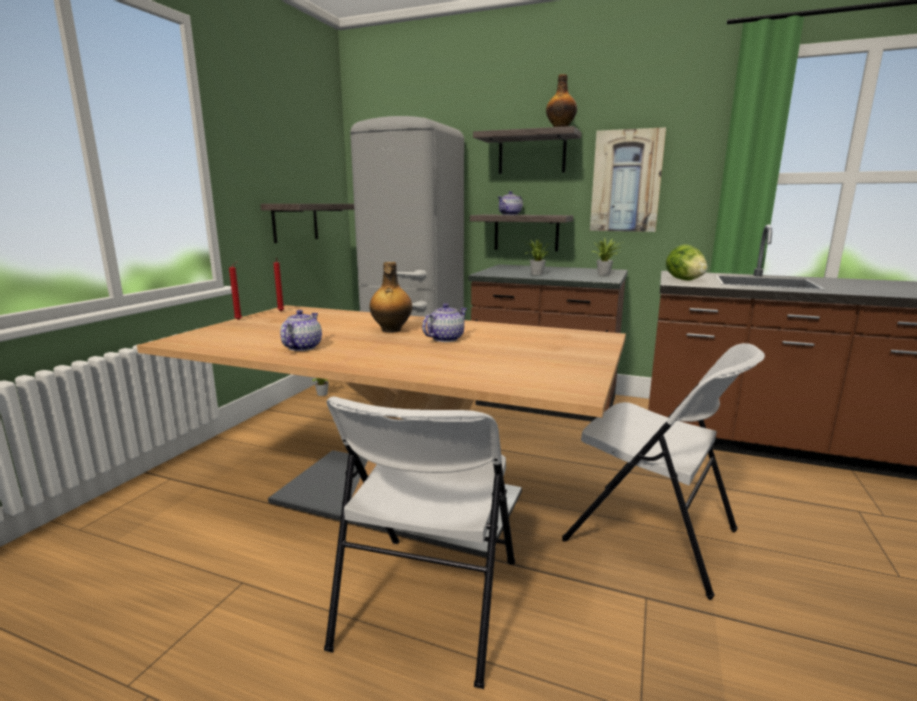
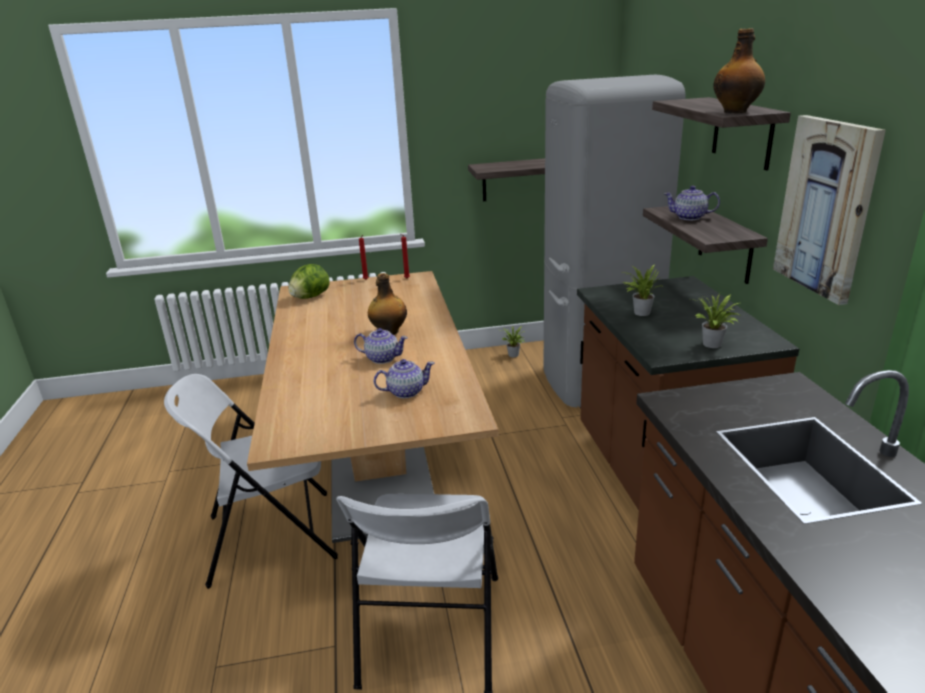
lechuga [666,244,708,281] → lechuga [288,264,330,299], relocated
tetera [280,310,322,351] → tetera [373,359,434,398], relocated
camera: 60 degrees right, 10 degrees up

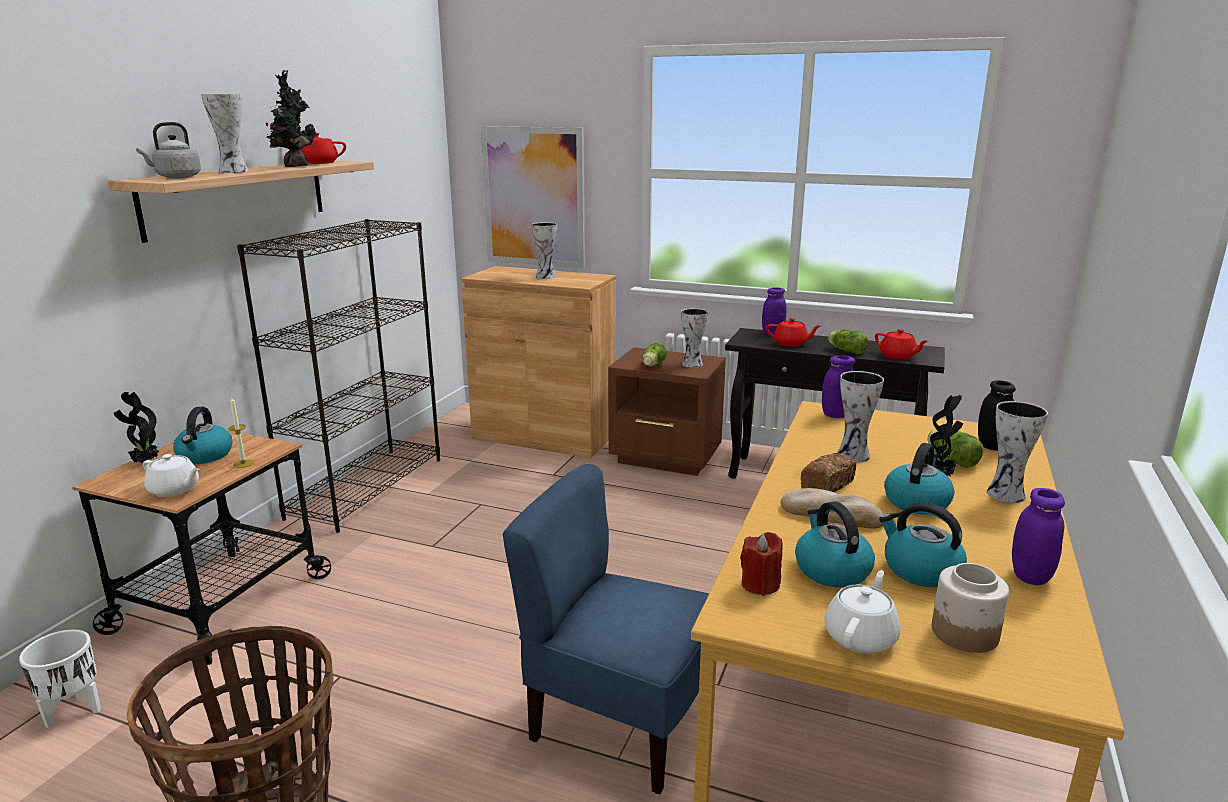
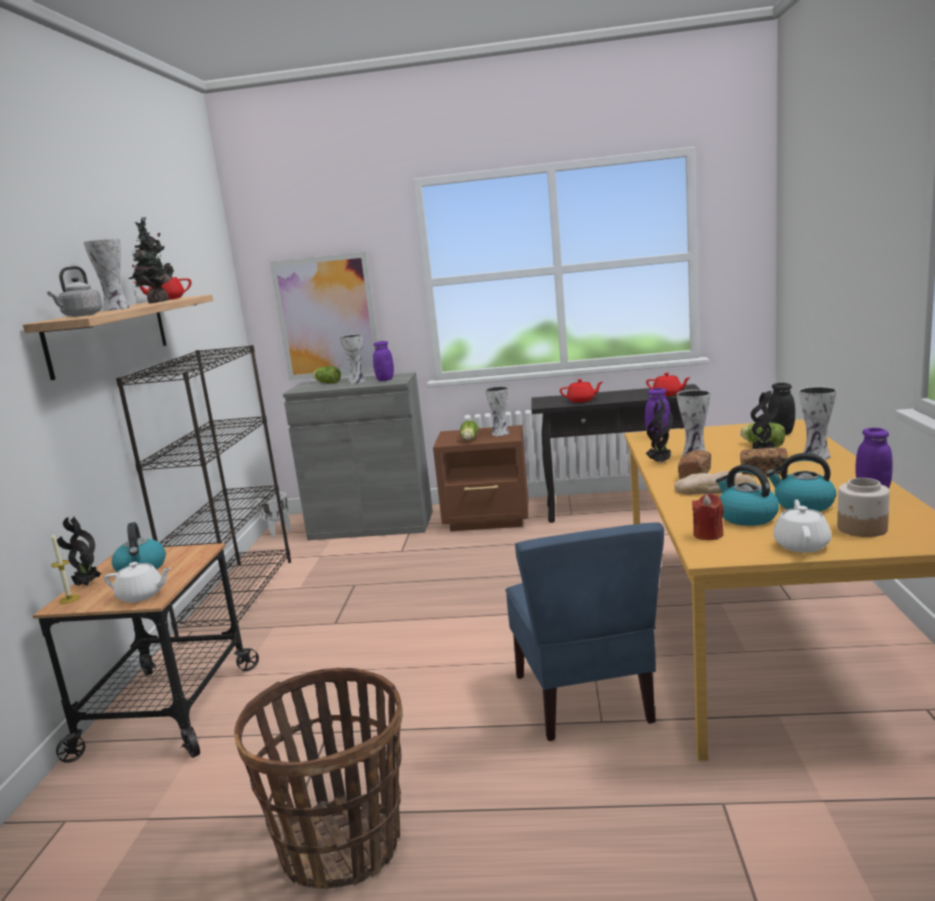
armario (marrón) [461,266,616,458] → armario (gris) [283,372,433,540]
tarro (morado) [762,288,787,335] → tarro (morado) [373,341,394,381], relocated
lechuga [828,329,868,354] → lechuga [313,366,341,384], relocated
vela [228,396,254,468] → vela [51,533,80,604], relocated
hervidor [884,443,954,515] → pan [740,447,788,475]
silla (azul) [503,464,709,794] → silla (azul) [505,523,664,741], 105 degrees counterclockwise
maceta (blanco) [19,629,101,729] → maceta (blanco) [257,492,291,537], relocated
- → planta en maceta [646,398,673,463]
camera: 15 degrees left, 5 degrees down

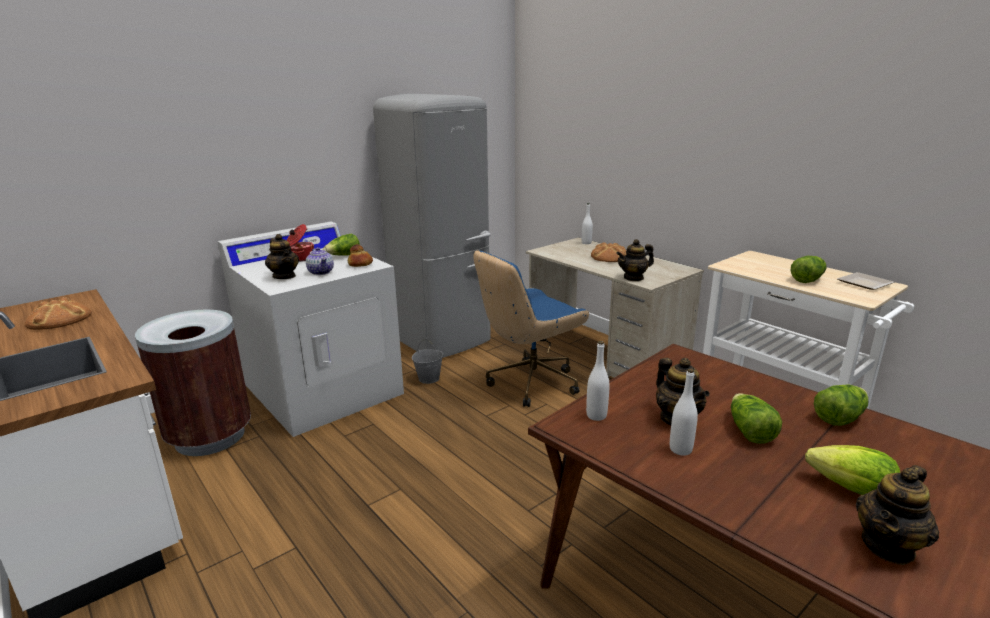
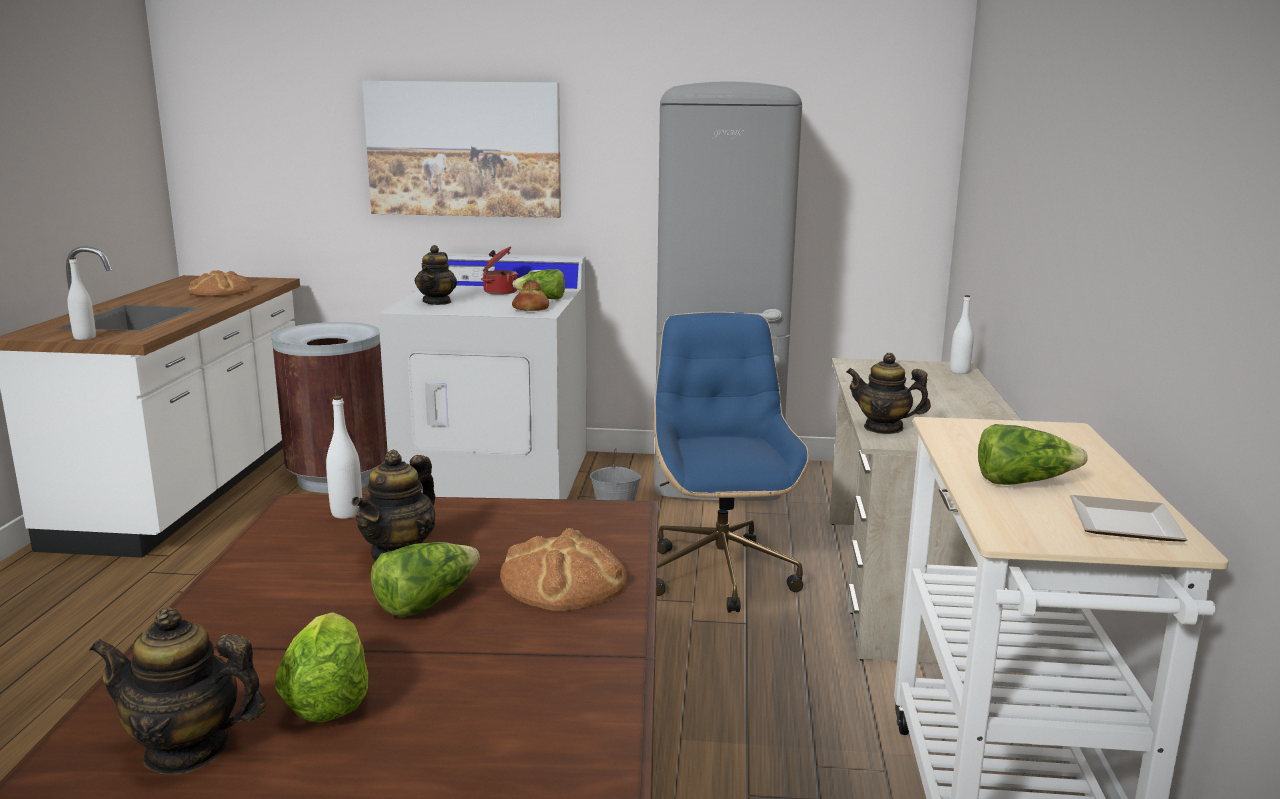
pan [591,242,626,262] → pan [500,528,626,611], relocated
tetera [306,247,334,275] → -
silla de oficina (azul) [473,250,589,407] → silla de oficina (azul) [654,312,809,613], 75 degrees clockwise
botella (blanco) [670,369,698,456] → botella (blanco) [68,257,96,340], relocated
lechuga [814,385,868,426] → -
- → cuadro [362,81,561,218]
camera: 45 degrees right, 5 degrees down

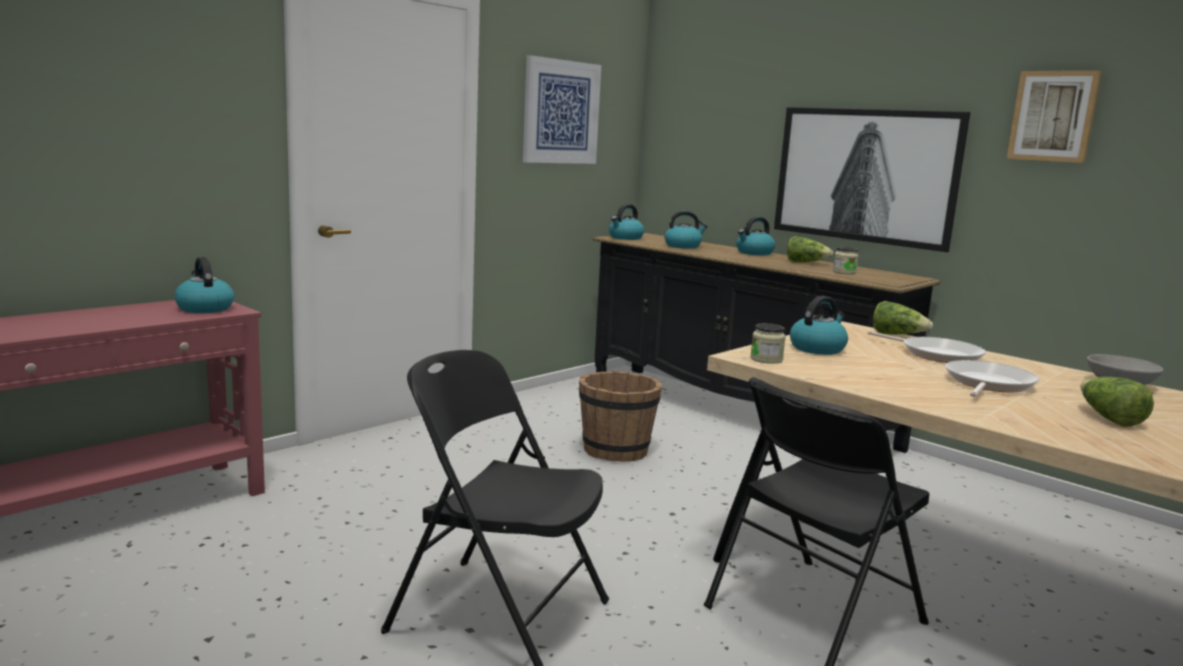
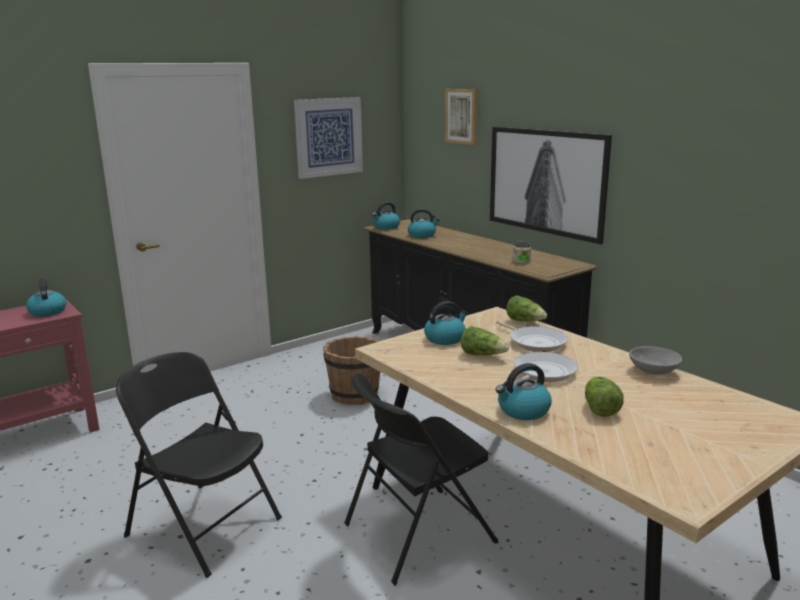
cuadro [1007,71,1102,163] → cuadro [445,89,478,145], relocated
hervidor [736,217,775,255] → hervidor [495,363,551,420], relocated
lechuga [787,236,833,262] → lechuga [461,326,509,355], relocated
tarro [750,323,786,364] → -
camera: 10 degrees right, 5 degrees up

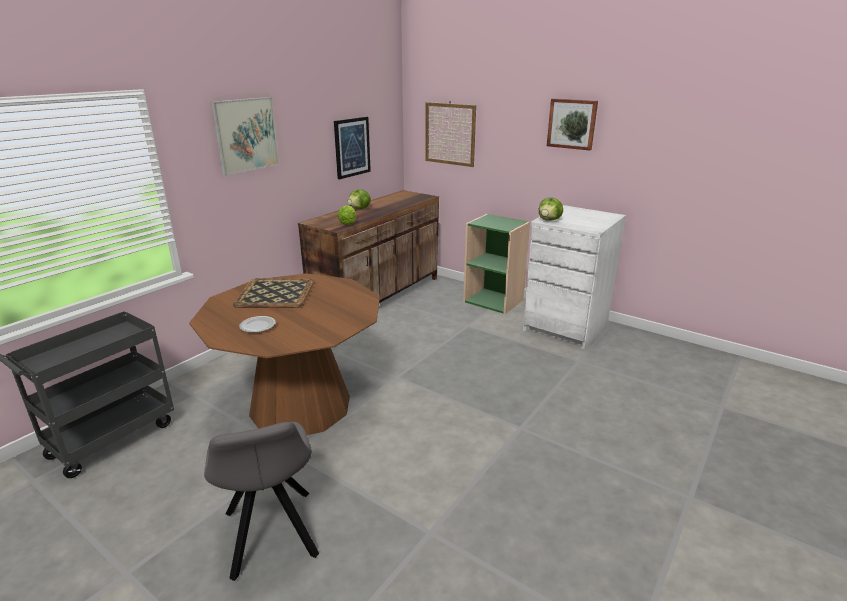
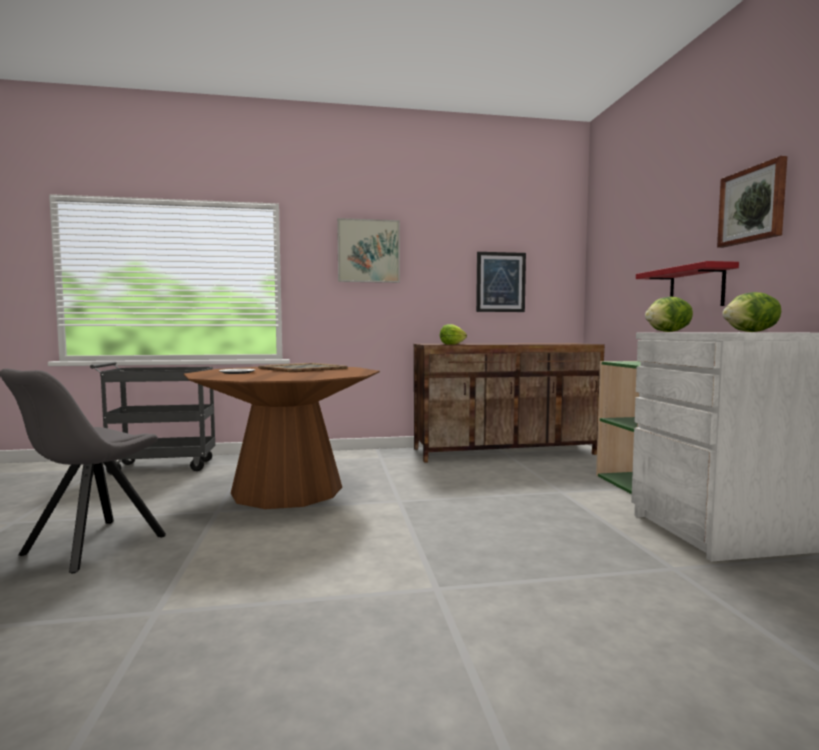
cuadro [425,101,476,167] → -
lechuga [347,189,371,209] → lechuga [723,292,781,332], relocated
- → estante (rojo) [636,261,739,306]
camera: 45 degrees right, 20 degrees down

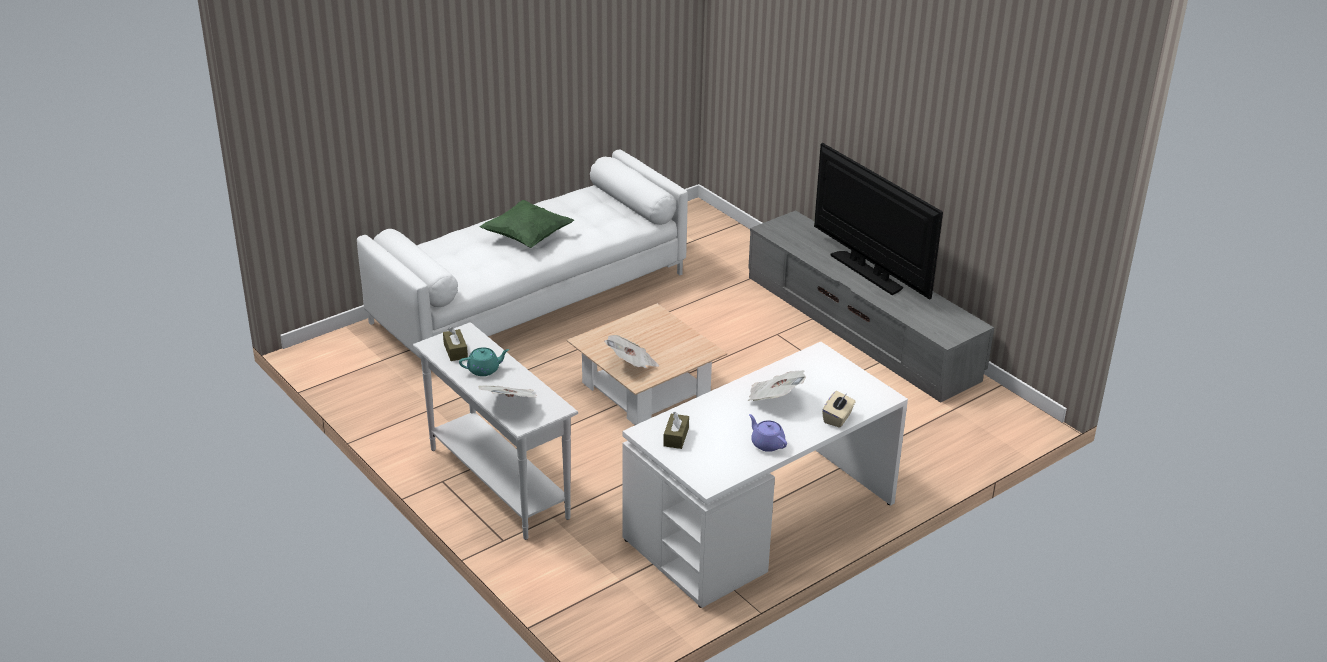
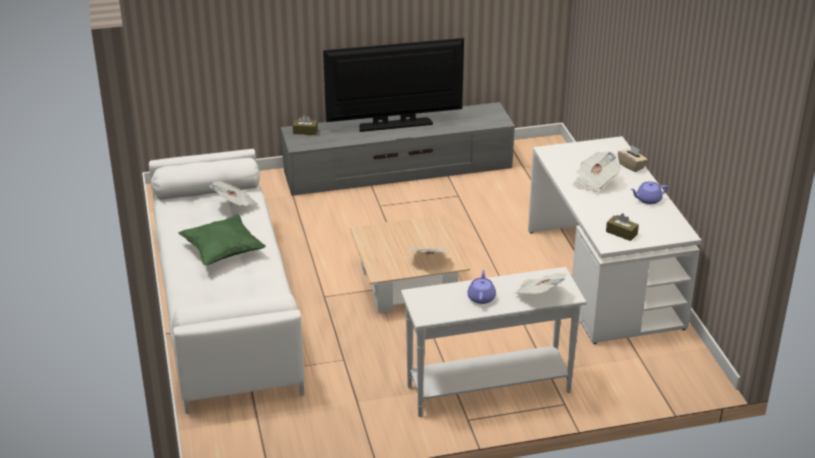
caja de pañuelos (marrón) [443,327,468,361] → caja de pañuelos (marrón) [293,115,318,135], relocated
tetera (turquesa) [459,347,509,376] → tetera (morado) [467,270,496,304]
- → periódico [209,181,258,206]
camera: 65 degrees left, 0 degrees up

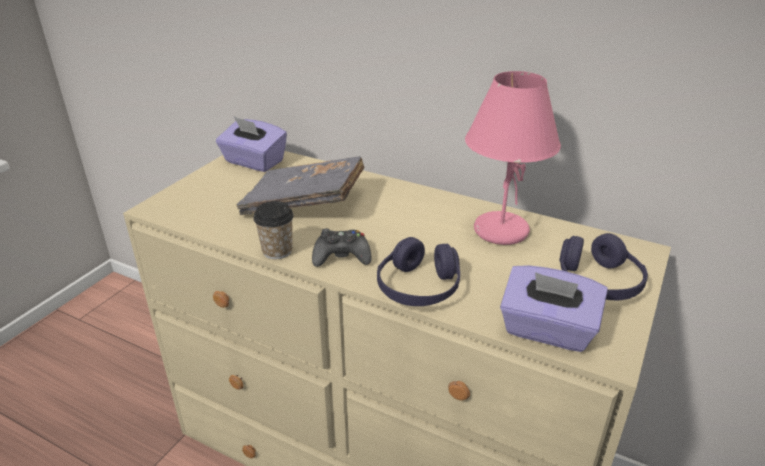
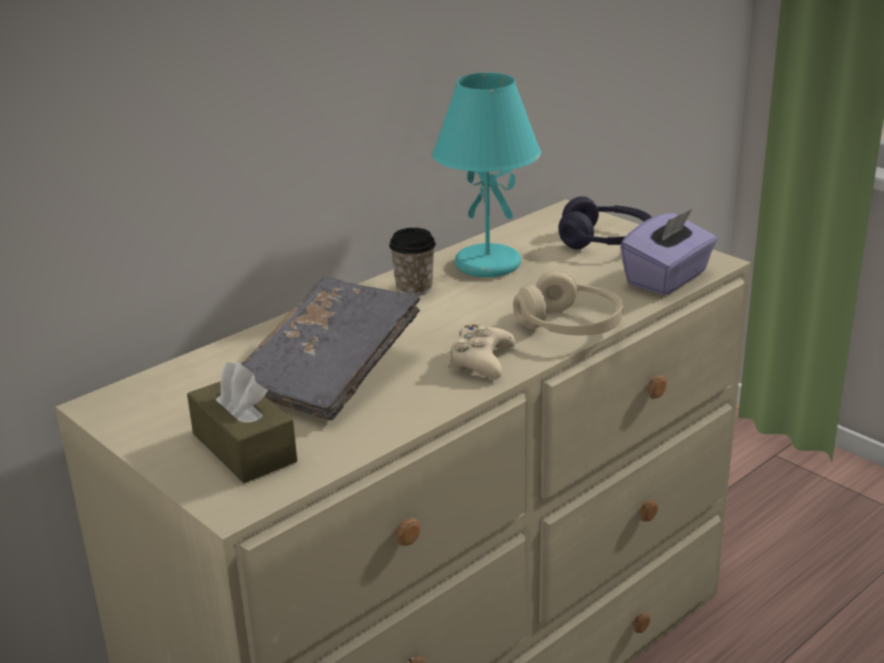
lámpara de mesa (rosa) [465,71,561,245] → lámpara de mesa (turquesa) [432,73,541,277]
caja de pañuelos (morado) [216,117,287,172] → -
taza [253,201,294,259] → taza [389,228,436,296], relocated
mando de consola (negro) [312,228,372,267] → mando de consola (beis) [449,325,516,379]
auriculares (morado) [377,237,460,306] → auriculares (beis) [513,270,623,336]
- → caja de pañuelos (marrón) [187,362,297,483]
camera: 70 degrees left, 5 degrees down

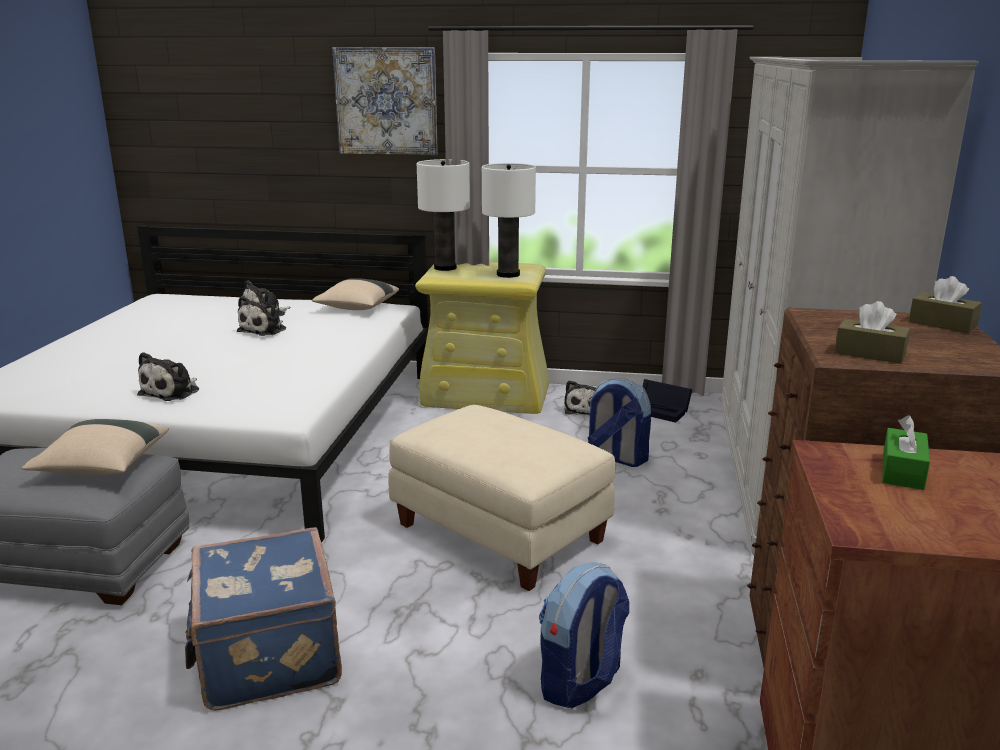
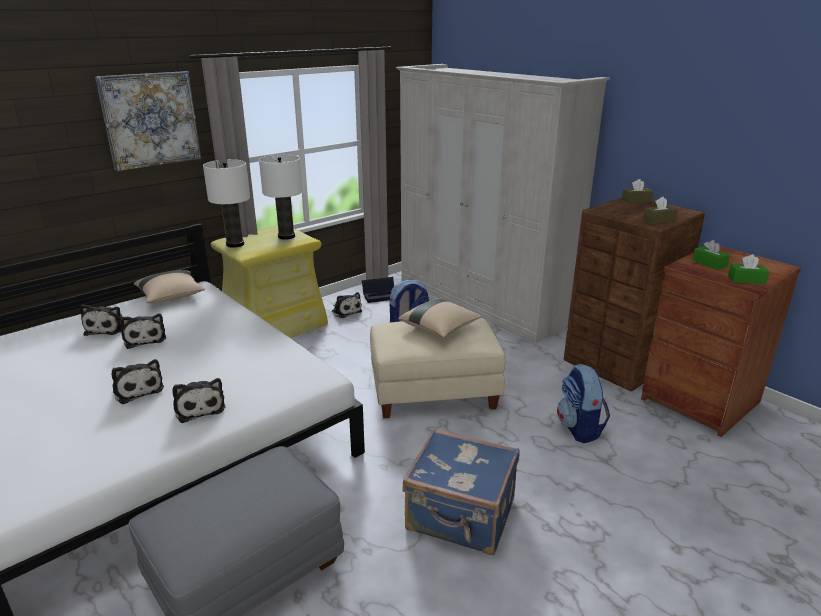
cojín (beis) [22,419,169,475] → cojín (beis) [398,298,482,338], relocated
- → caja de pañuelos (verde) [728,254,770,284]
- → peluche [112,359,164,404]
camera: 50 degrees left, 5 degrees up

